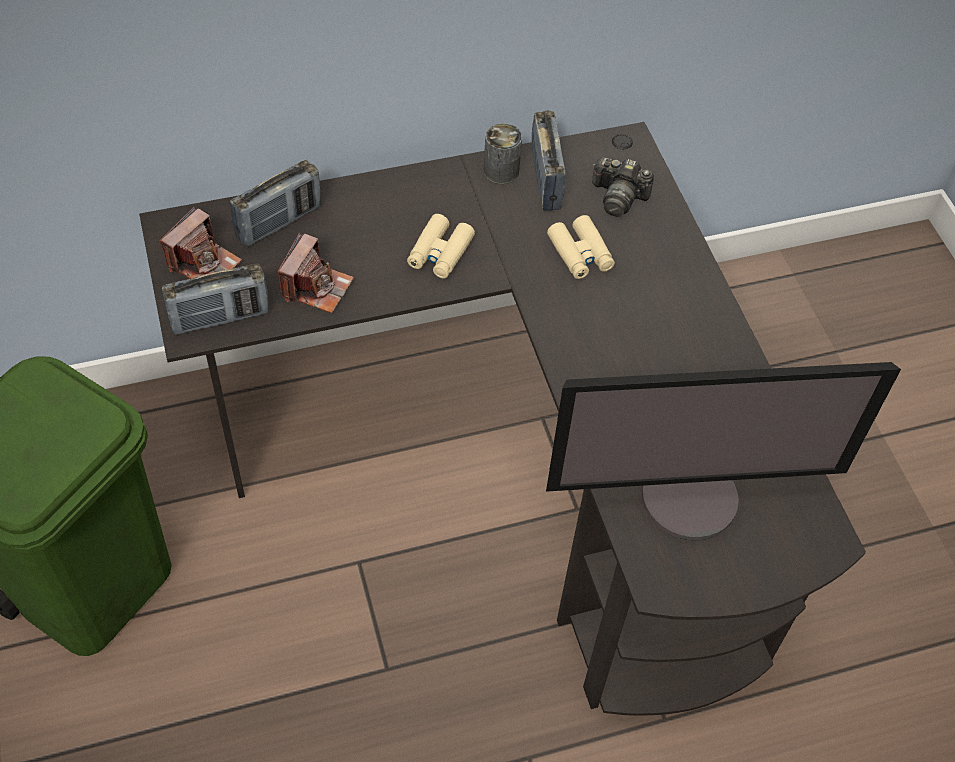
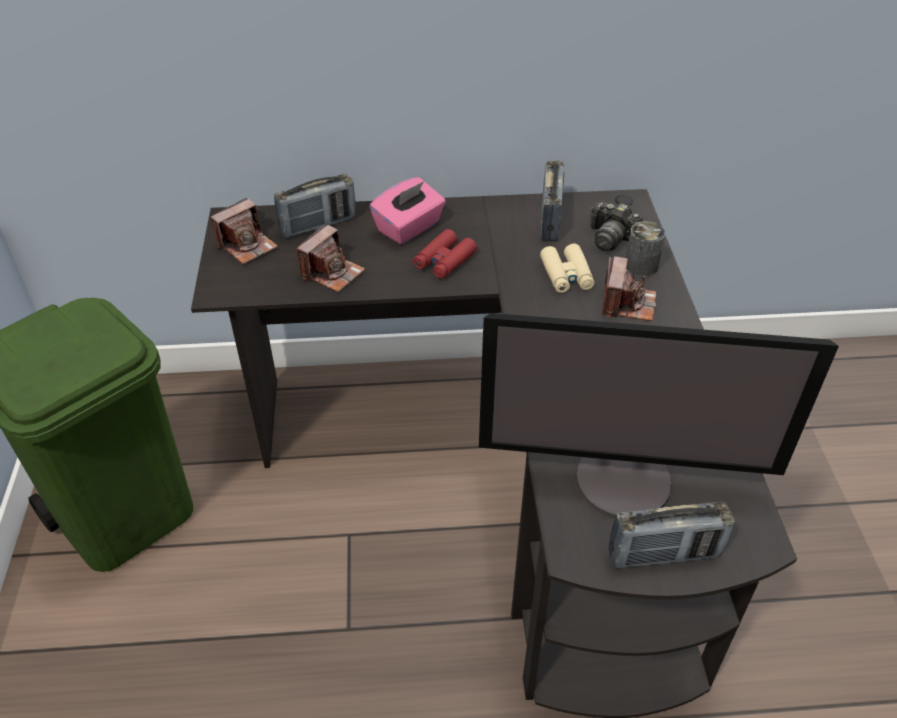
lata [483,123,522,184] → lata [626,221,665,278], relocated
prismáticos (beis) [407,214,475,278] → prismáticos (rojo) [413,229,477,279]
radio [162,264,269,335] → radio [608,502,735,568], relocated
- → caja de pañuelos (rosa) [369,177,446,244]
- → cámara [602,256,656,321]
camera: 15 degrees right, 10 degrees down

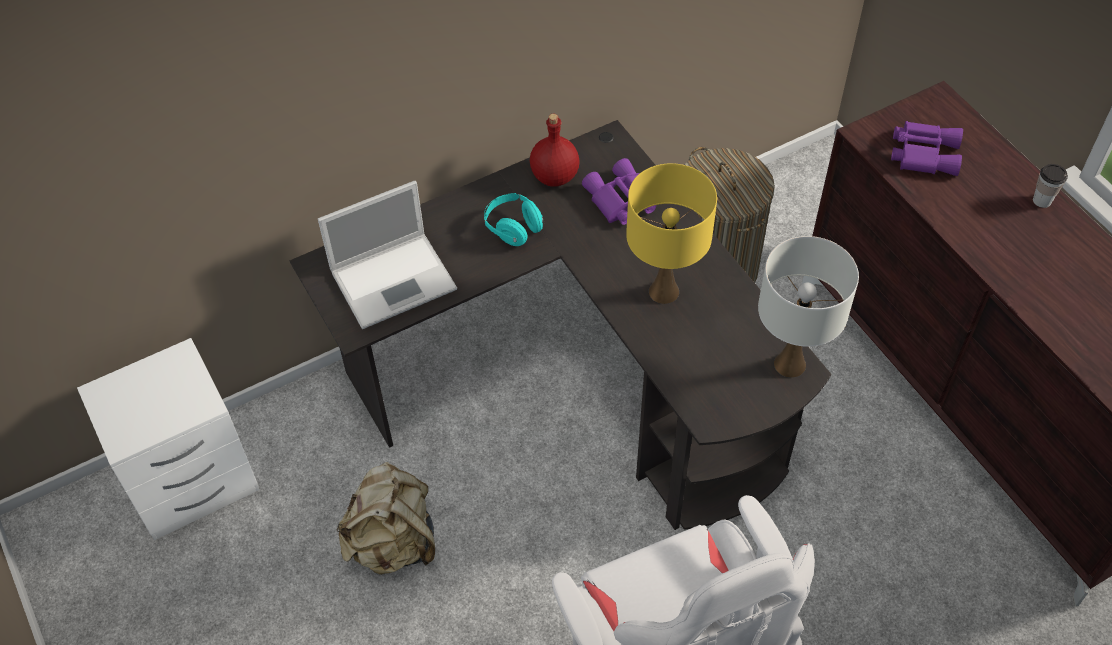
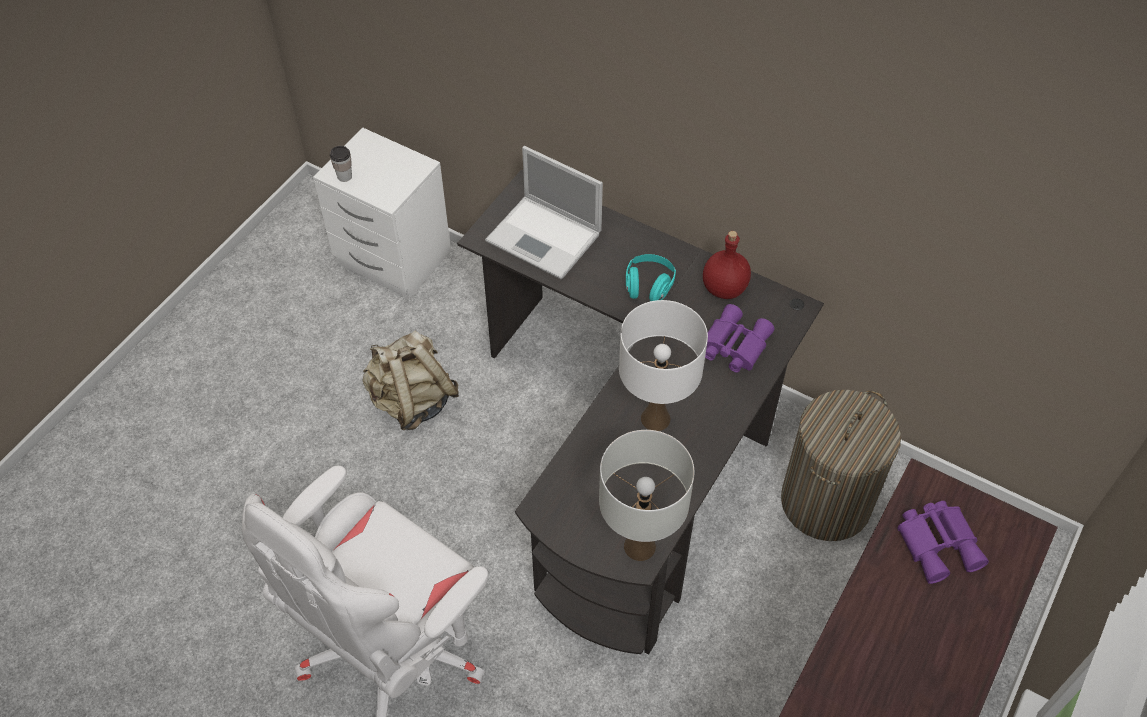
lámpara de mesa (amarillo) [626,163,717,304] → lámpara de mesa (blanco) [619,300,708,431]
taza [1033,164,1068,208] → taza [330,146,352,182], relocated
camera: 60 degrees right, 0 degrees up

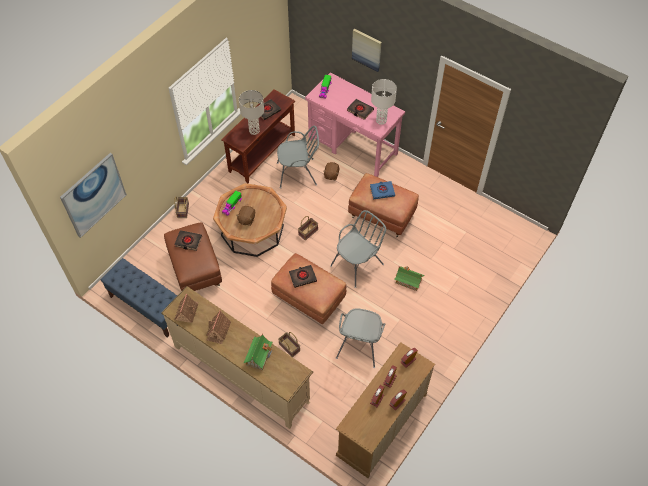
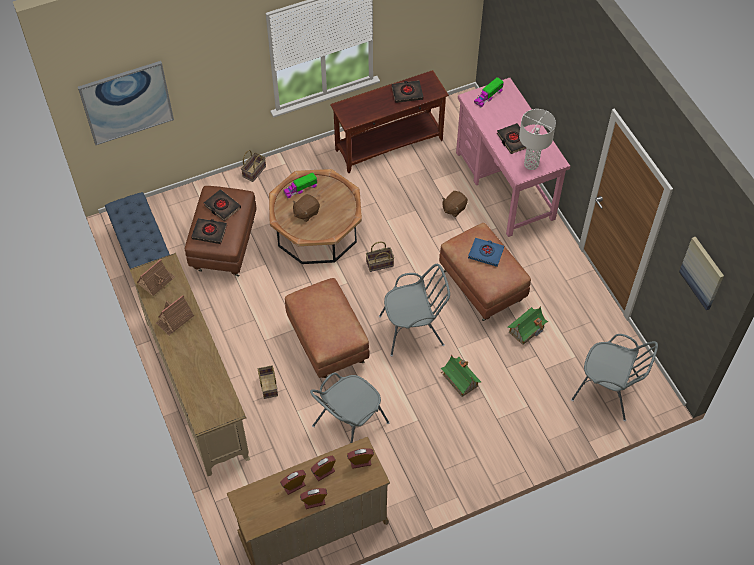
cuadro [352,29,382,72] → cuadro [679,236,724,310], relocated
lámpara de mesa (blanco) [239,90,264,135] → -
silla (gris) [277,126,319,188] → silla (gris) [571,334,658,421], relocated
libro (negro) [289,265,317,288] → libro (negro) [191,218,227,244], relocated
casita [244,333,273,370] → casita [507,306,548,345], relocated
camera: 30 degrees right, 0 degrees up

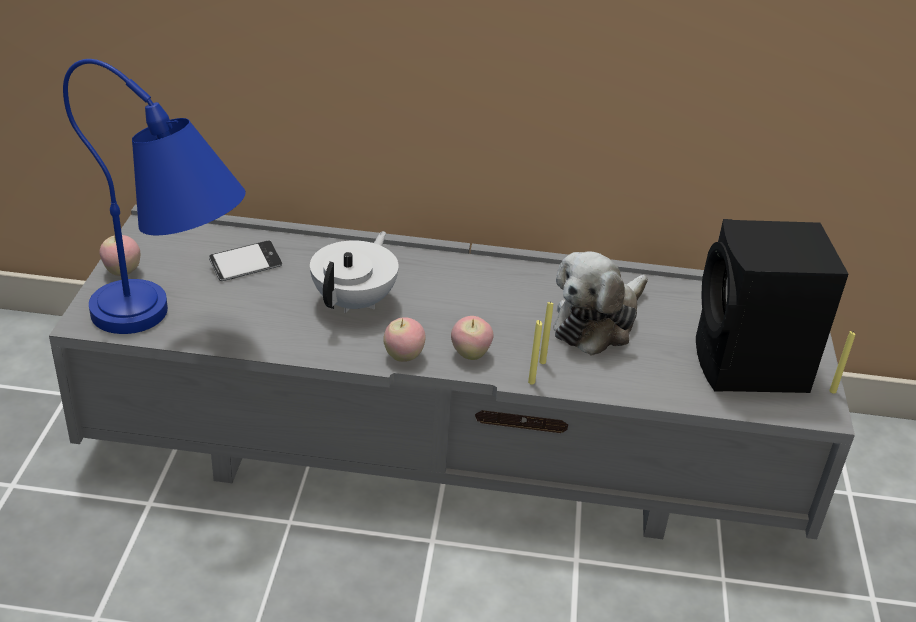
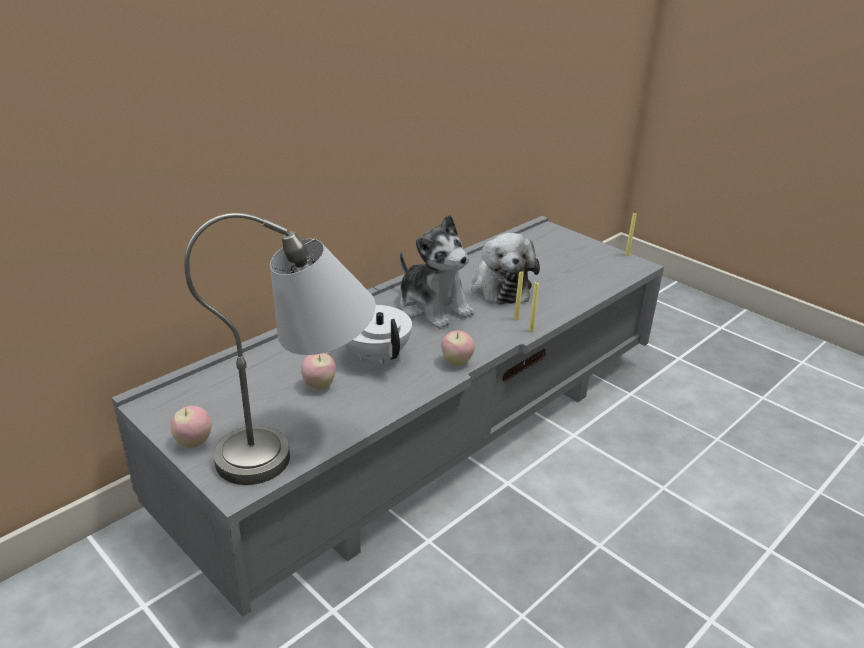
lámpara de mesa (azul) [63,59,246,334] → lámpara de mesa (gris) [184,213,376,485]
altavoz (negro) [696,219,848,393] → -
móvil [209,240,282,281] → -
manzana [451,316,493,360] → manzana [301,353,336,389], relocated
- → peluche [400,215,474,329]
camera: 50 degrees left, 5 degrees down

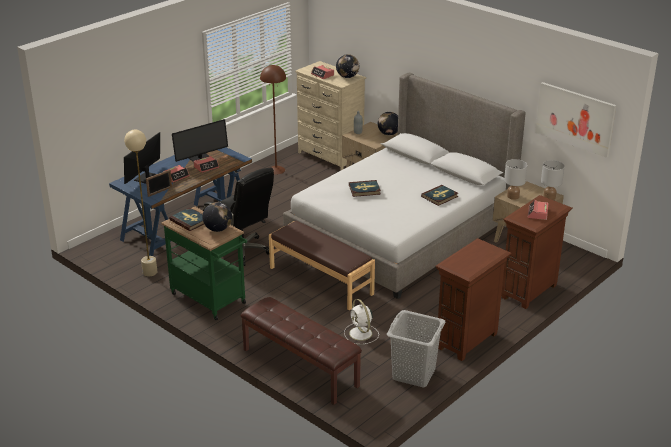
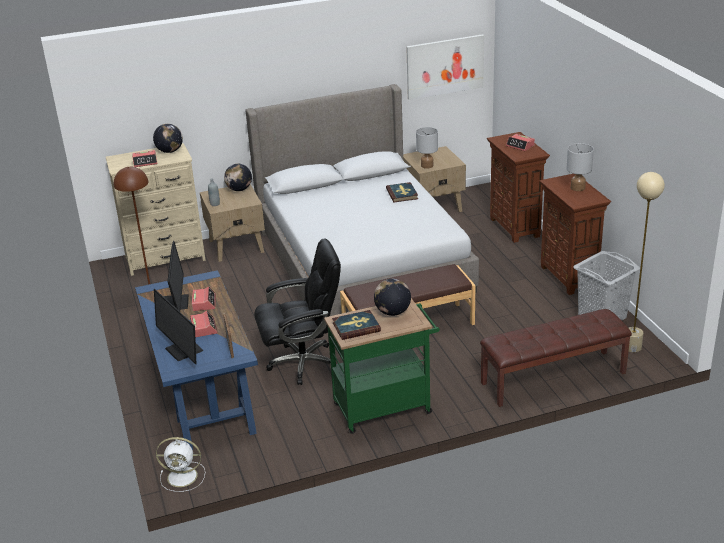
lámpara de pie (beis) [124,130,157,276] → lámpara de pie (beis) [628,172,665,352], relocated
lámpara de mesa (gris) [541,160,565,200] → lámpara de mesa (gris) [567,143,594,191], relocated
libro [349,180,381,197] → -
ventilador (blanco) [344,299,379,344] → ventilador (blanco) [156,437,205,492], relocated
camera: 60 degrees left, 0 degrees up

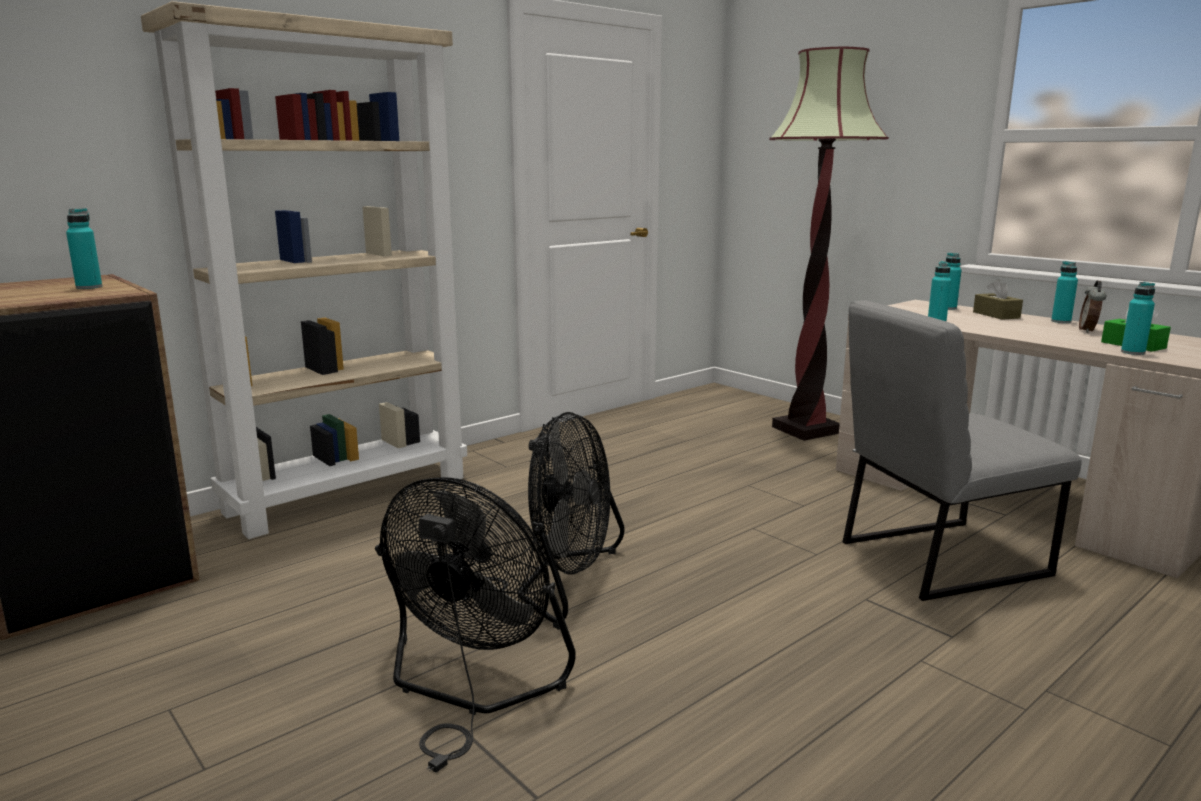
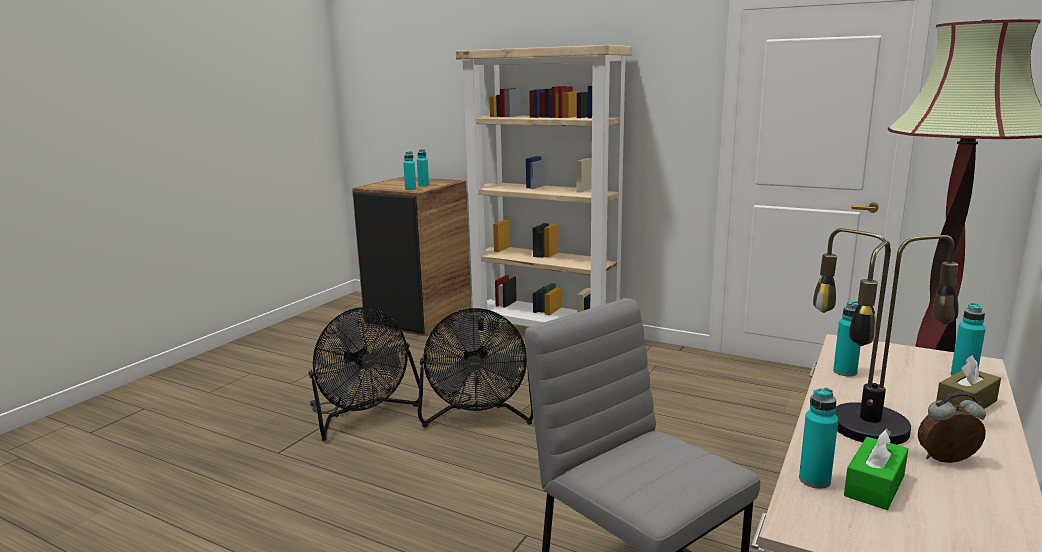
botella (turquesa) [1051,261,1078,323] → botella (turquesa) [403,151,416,190], relocated
ventilador (negro) [375,477,576,773] → ventilador (negro) [308,307,423,441], 45 degrees clockwise
- → lámpara de mesa [813,228,959,445]
camera: 70 degrees right, 0 degrees up

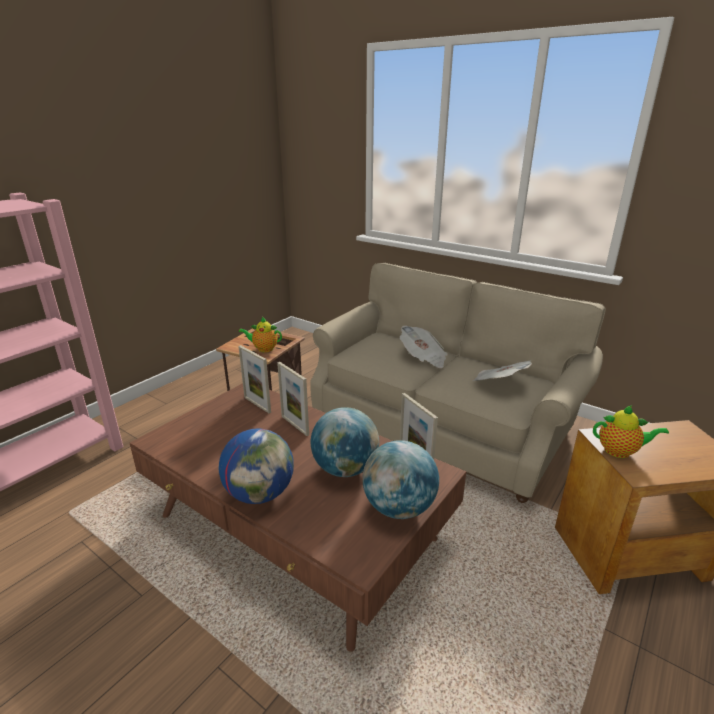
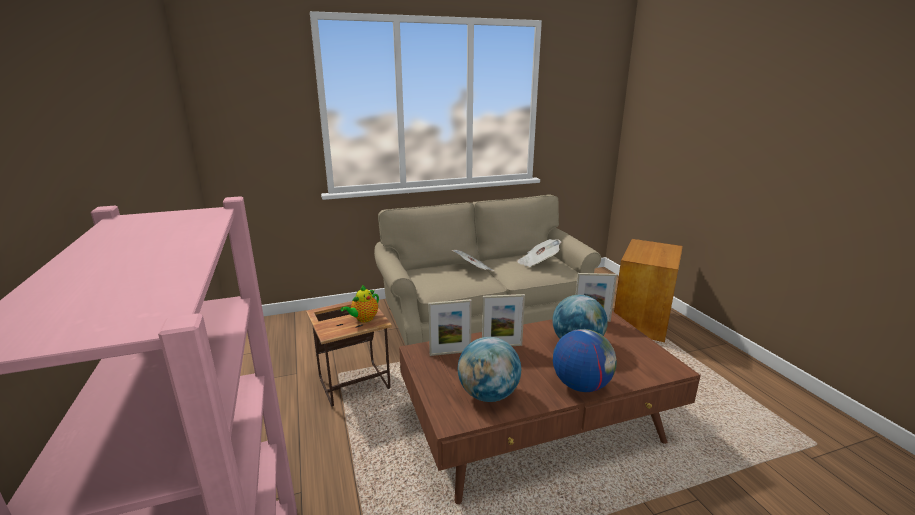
tetera [593,405,669,458] → -
globo terráqueo [362,440,439,519] → globo terráqueo [458,337,521,402], relocated
camera: 55 degrees left, 5 degrees down

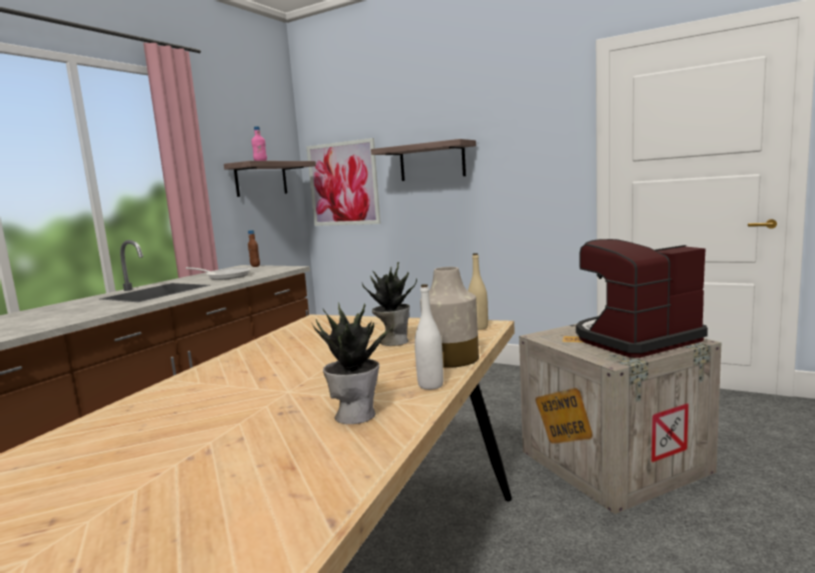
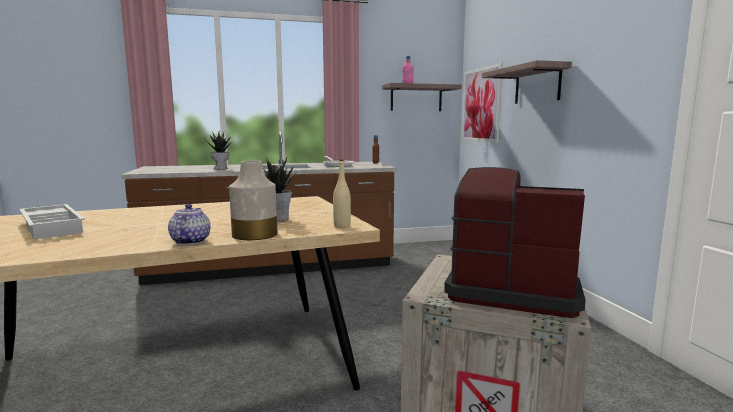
botella (blanco) [415,284,444,390] → tetera [168,204,210,245]
planta en maceta [312,302,394,424] → planta en maceta [205,132,233,170], relocated
- → bandeja (blanco) [19,204,85,240]
camera: 45 degrees right, 0 degrees up

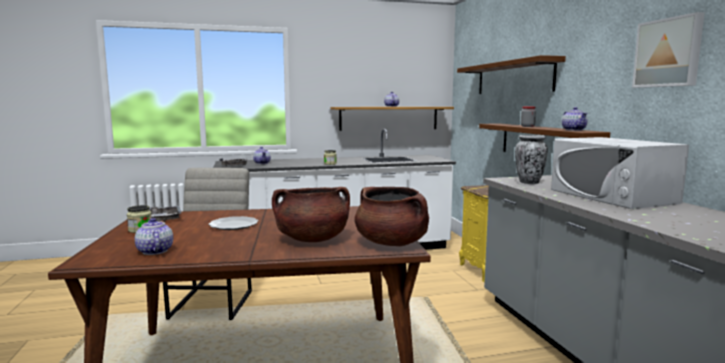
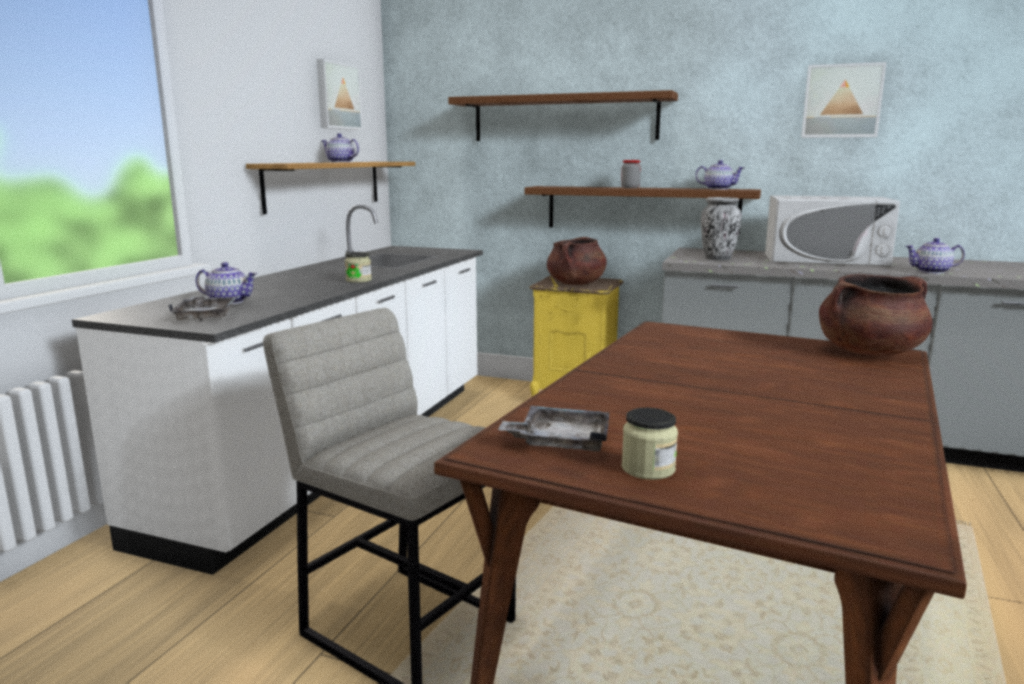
olla (marrón) [272,187,350,242] → olla (marrón) [547,237,607,285], relocated
plato [209,216,258,230] → -
tetera [135,218,173,255] → tetera [905,238,965,274], relocated
- → cuadro [317,59,363,130]
camera: 55 degrees left, 5 degrees up

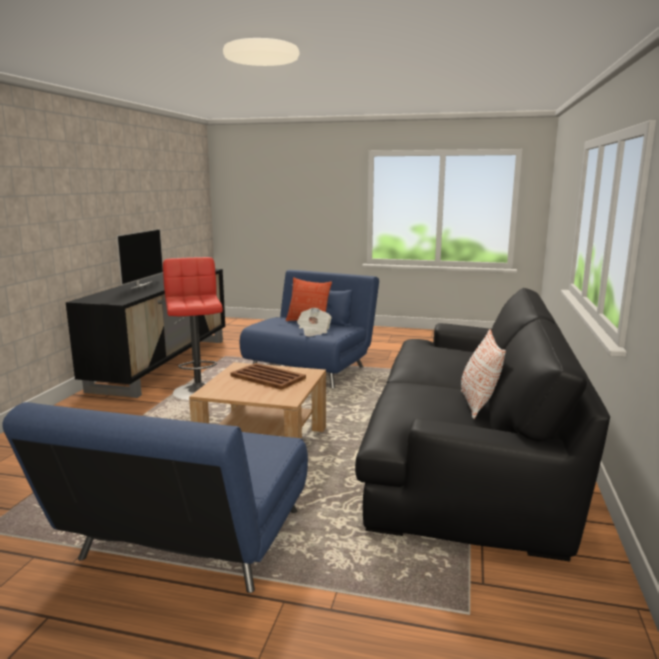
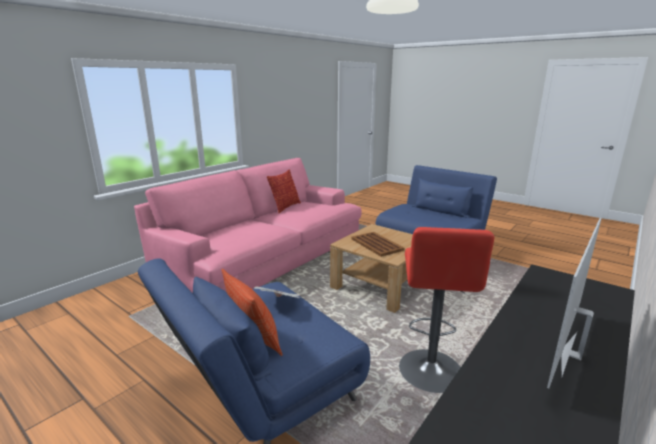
sofá (negro) [355,288,610,561] → sofá (rosa) [134,158,362,293]
cojín (blanco) [461,329,506,419] → cojín (rojo) [267,169,301,213]
camera: 155 degrees left, 5 degrees up

